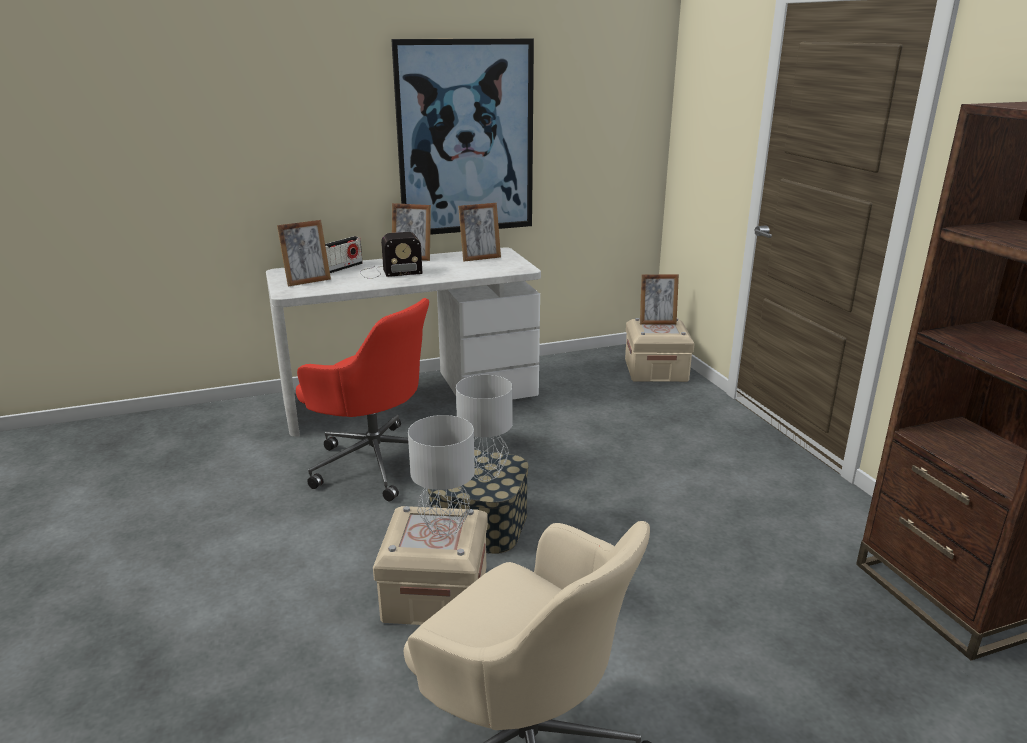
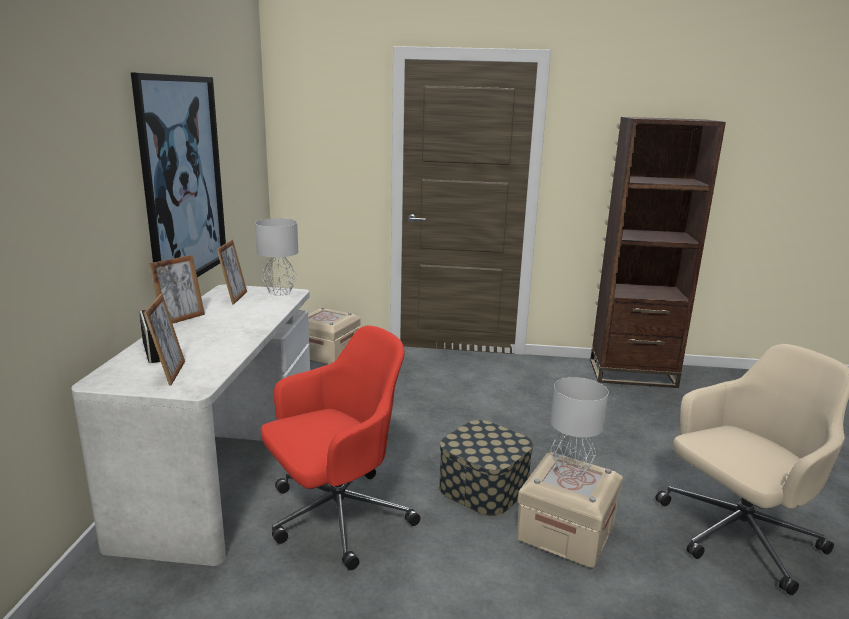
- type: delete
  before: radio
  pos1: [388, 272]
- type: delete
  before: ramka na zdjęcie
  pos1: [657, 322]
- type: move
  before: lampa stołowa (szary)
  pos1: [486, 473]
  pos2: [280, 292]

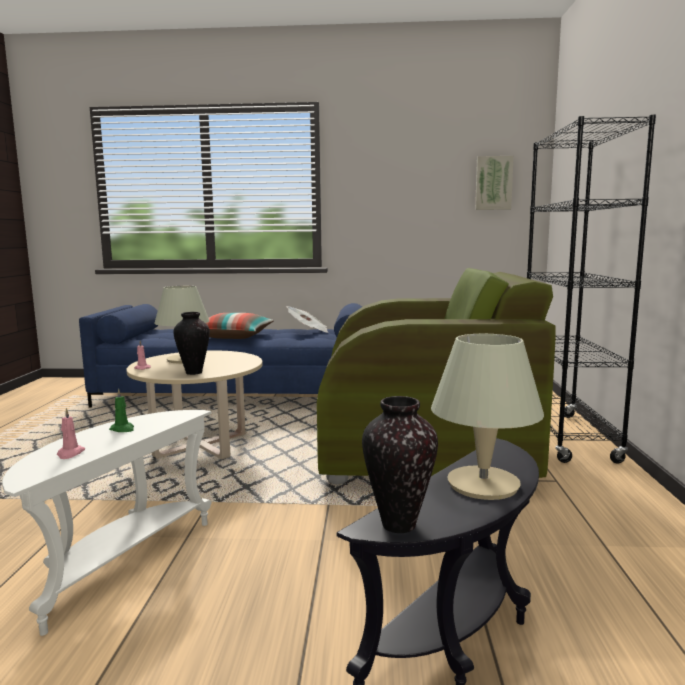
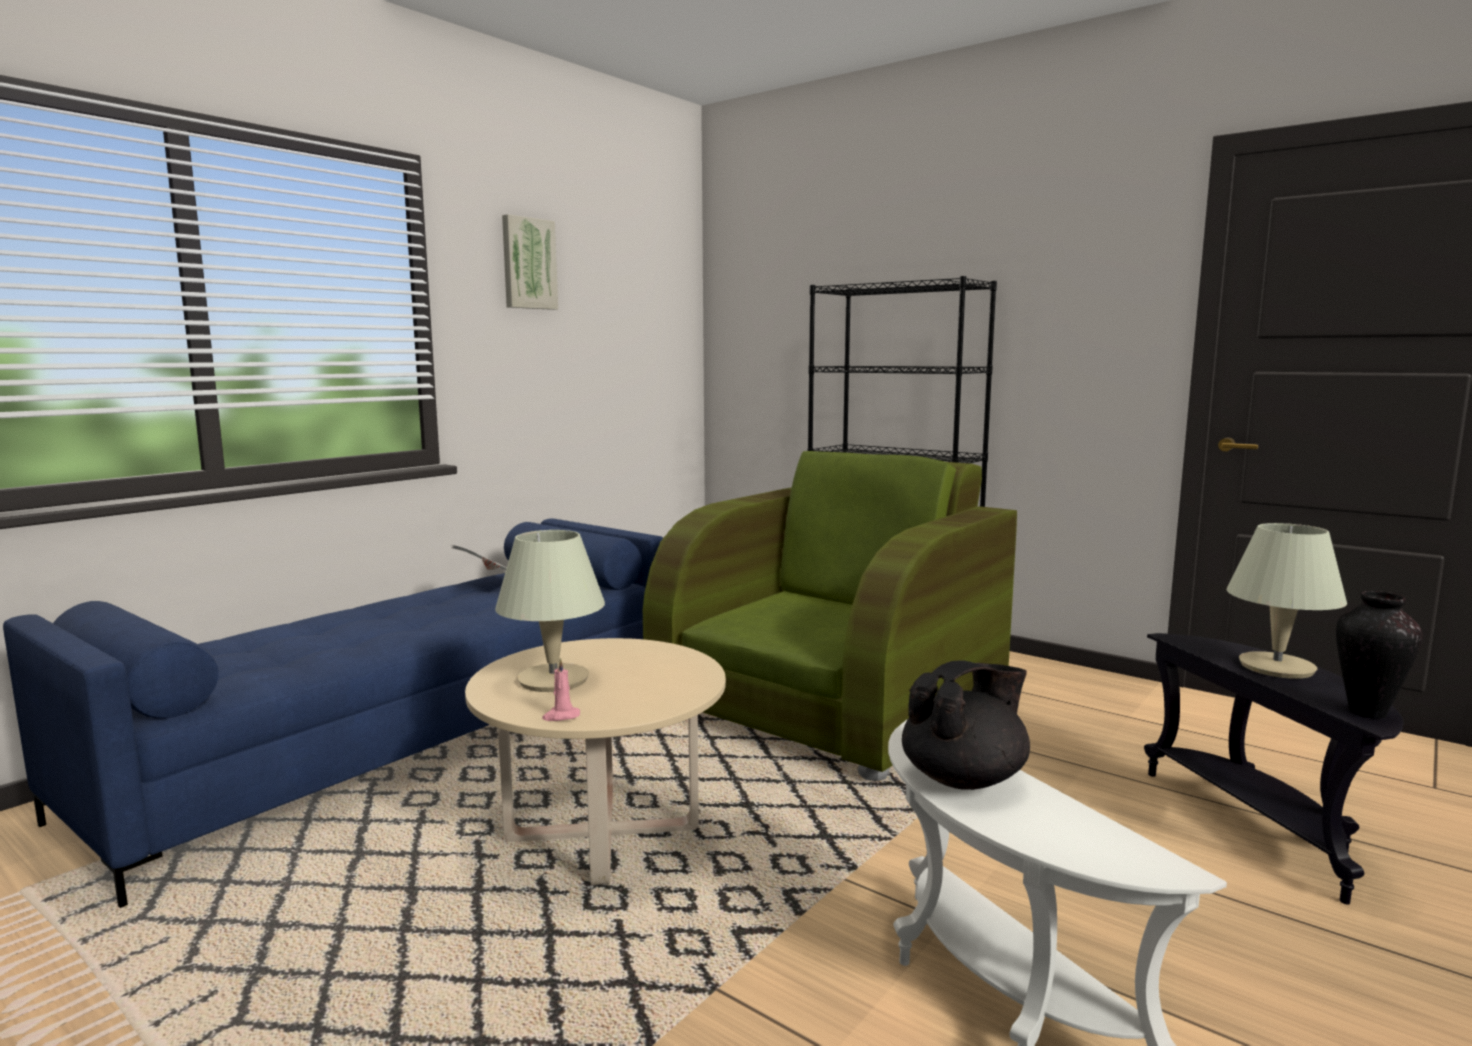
- type: move
  before: obraz
  pos1: [493, 183]
  pos2: [528, 264]
- type: delete
  before: wazon
  pos1: [193, 373]
- type: delete
  before: poduszka
  pos1: [234, 337]
- type: replace
  before: świeca (zielony)
  after: imbryk (czarny)
  pos1: [122, 429]
  pos2: [965, 779]
- type: delete
  before: świeca (różowy)
  pos1: [70, 453]

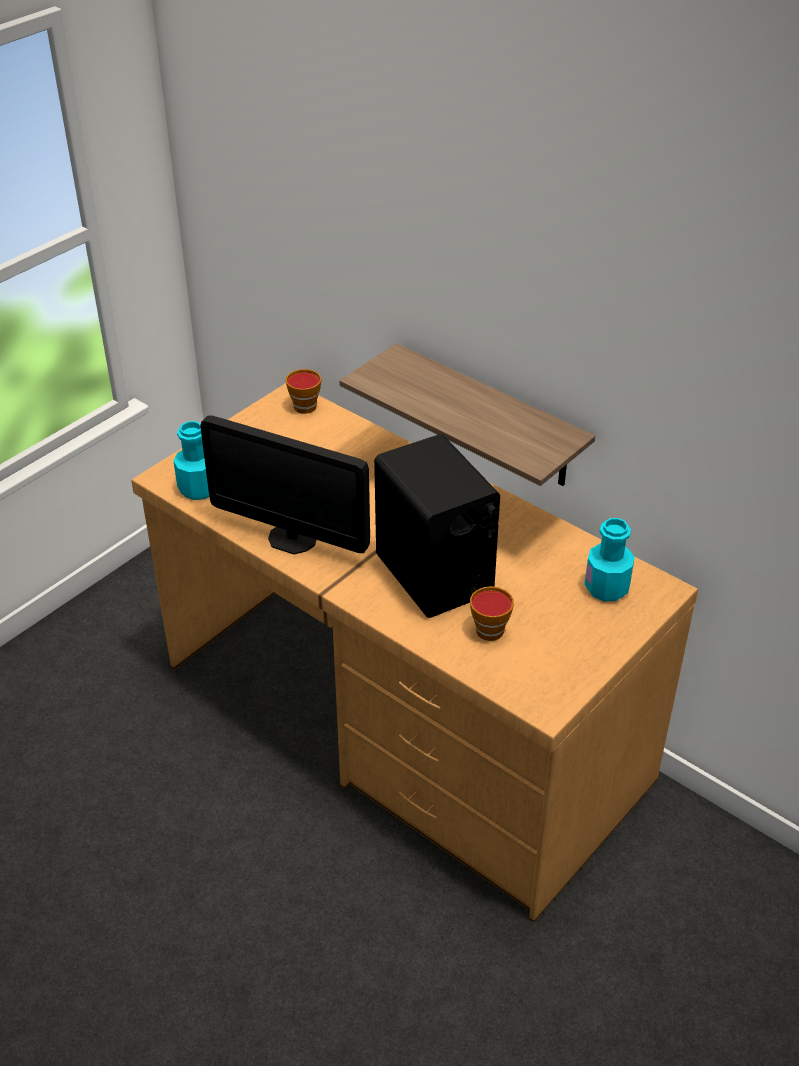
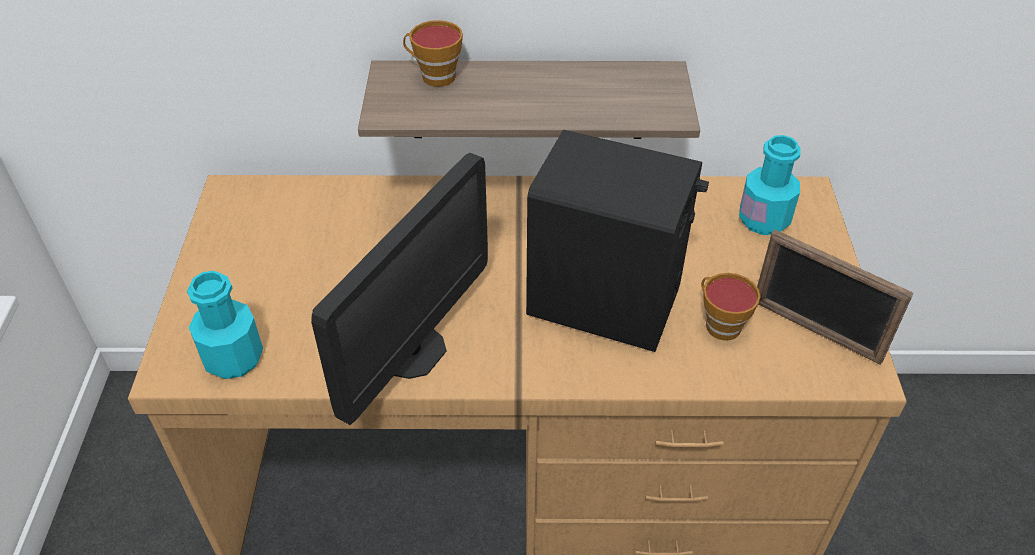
- type: move
  before: filiżanka
  pos1: [303, 405]
  pos2: [434, 76]
- type: rotate
  before: monitor
  pos1: [292, 538]
  pos2: [413, 352]
  turn: -45
- type: insert
  after: ramka na zdjęcie
  pos2: [815, 331]

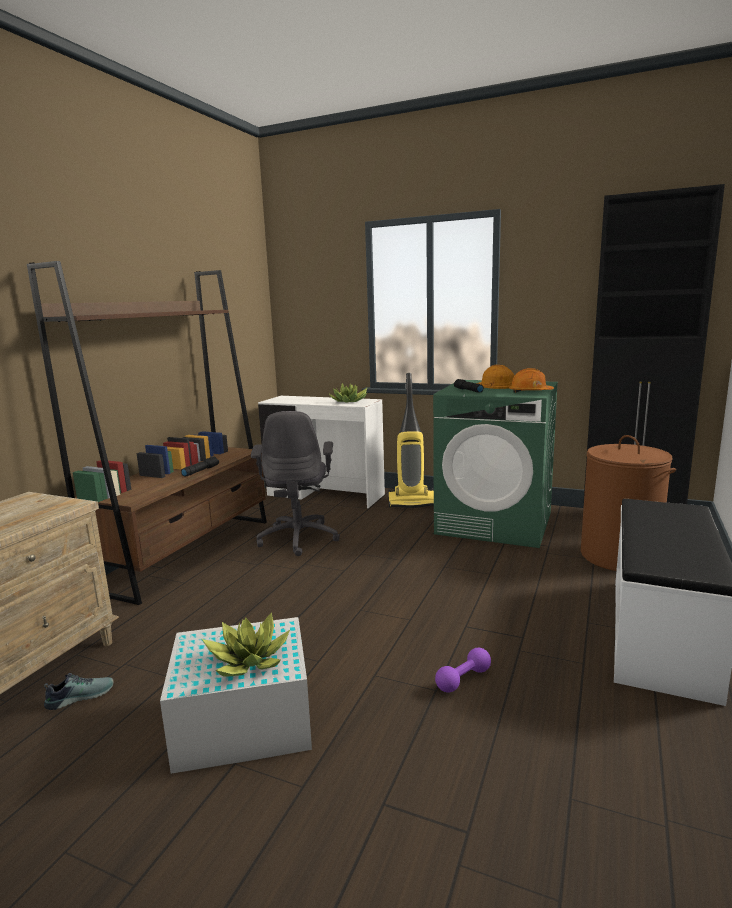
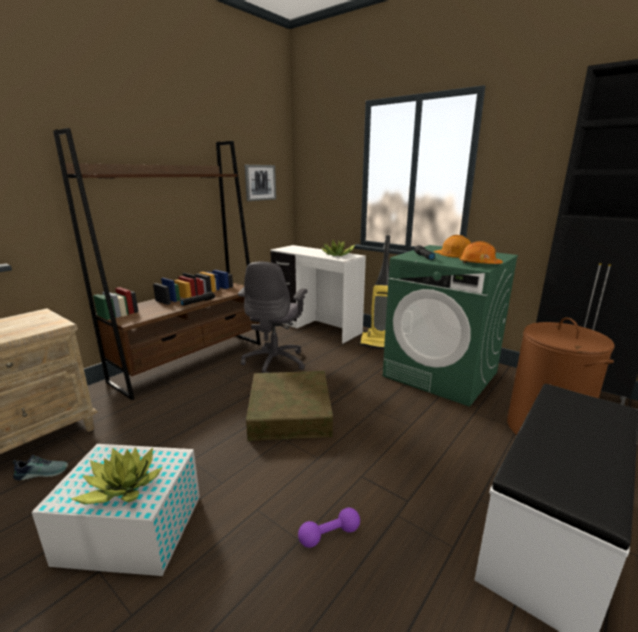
- type: insert
  after: obraz
  pos2: [260, 182]
- type: insert
  after: pojemnik do przechowywania (brązowy)
  pos2: [290, 411]

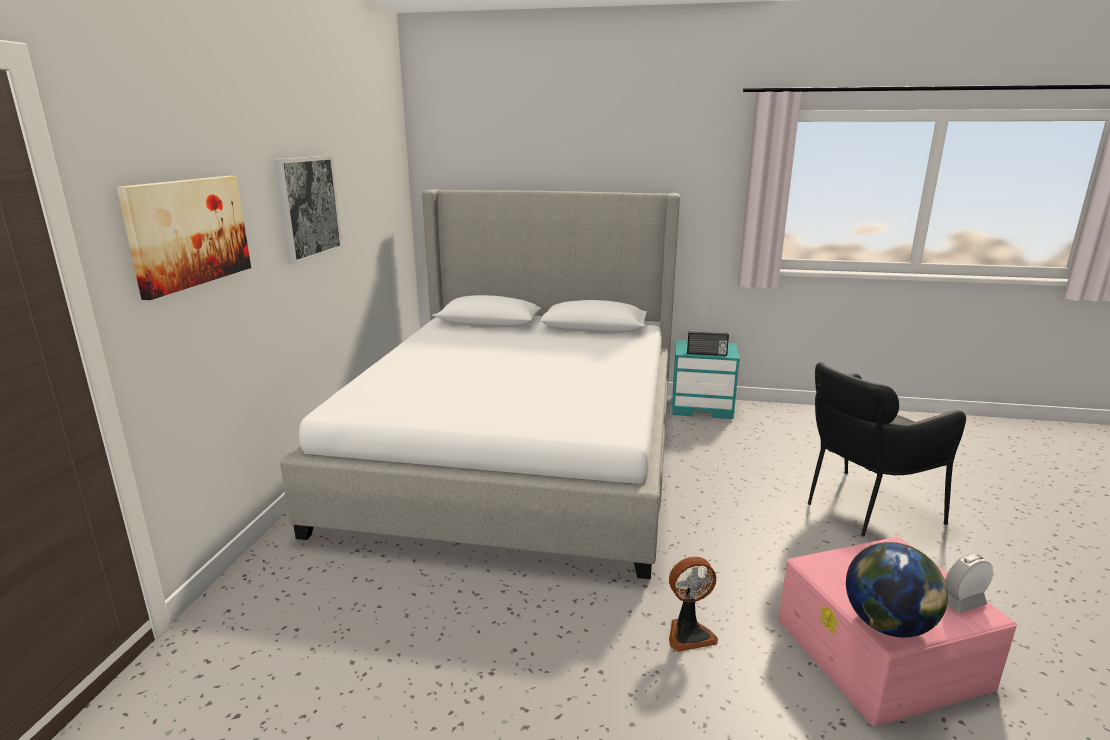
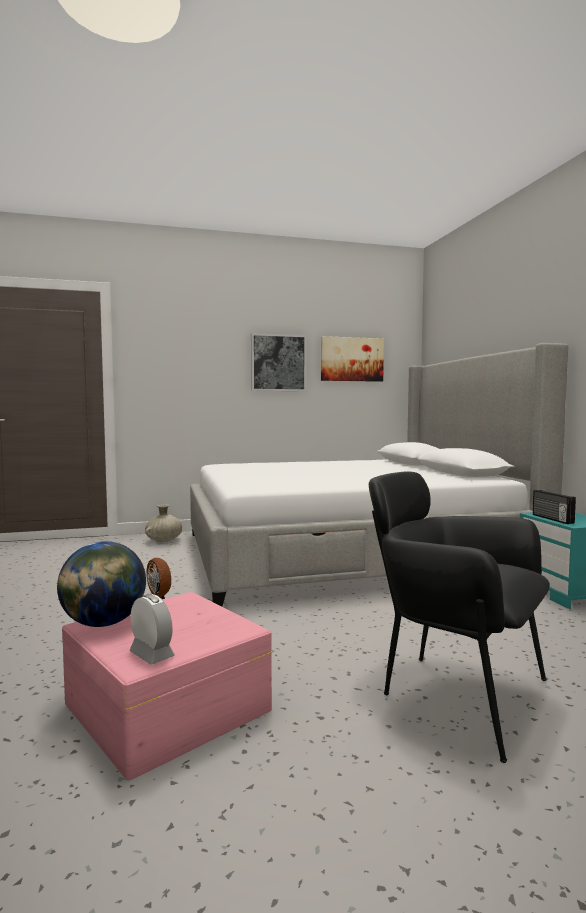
- type: move
  before: obraz
  pos1: [188, 232]
  pos2: [351, 359]
- type: insert
  after: wazon (beżowy)
  pos2: [164, 541]

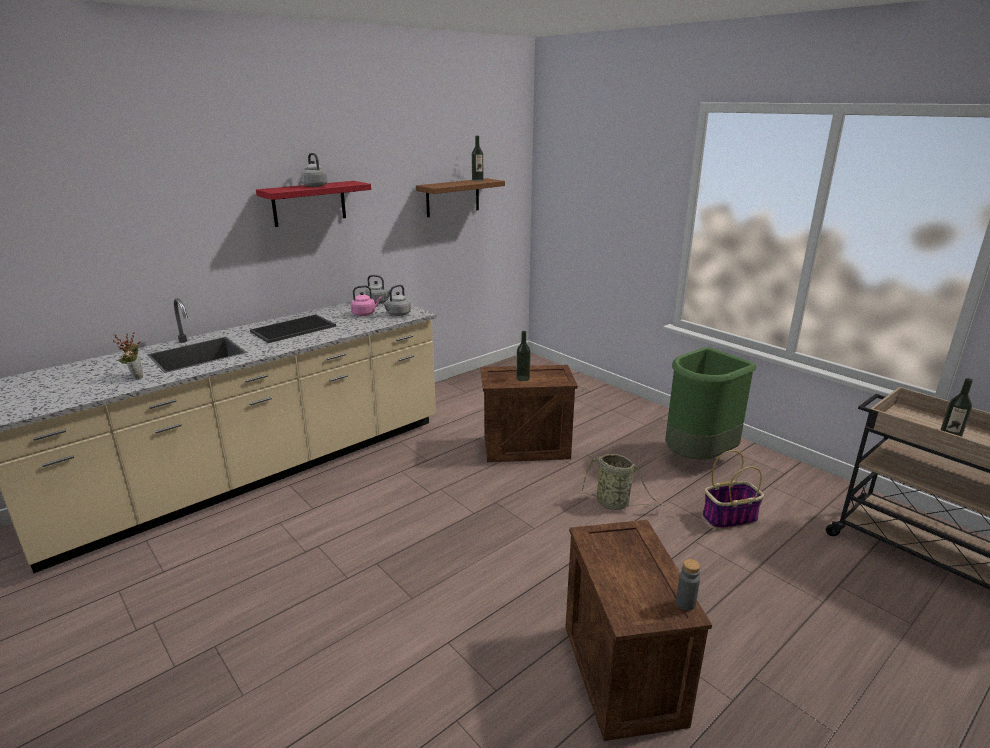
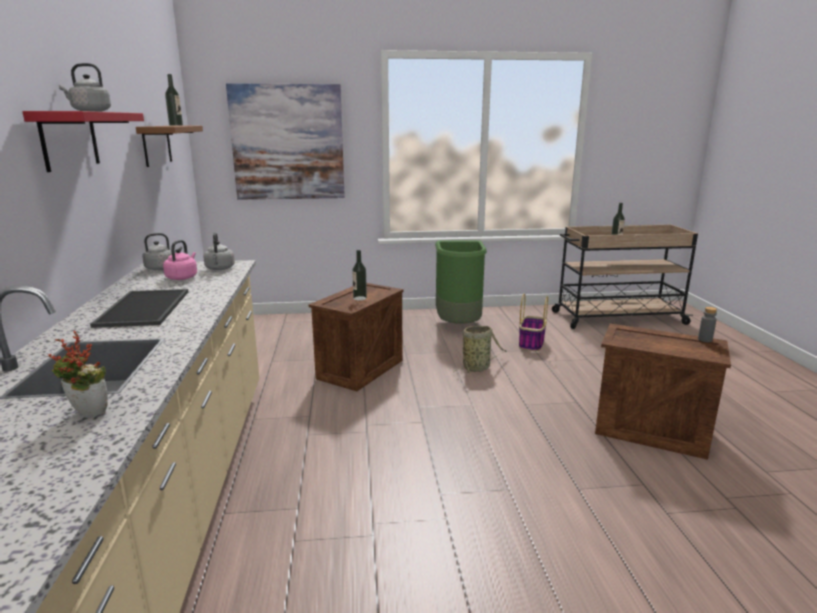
- type: insert
  after: obraz
  pos2: [288, 142]

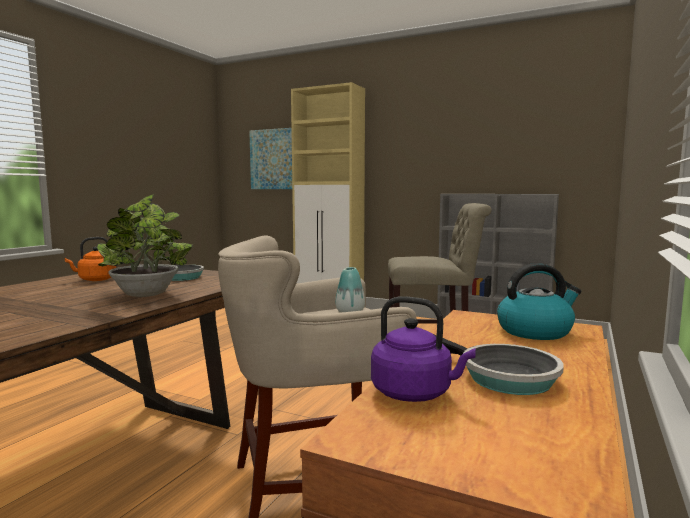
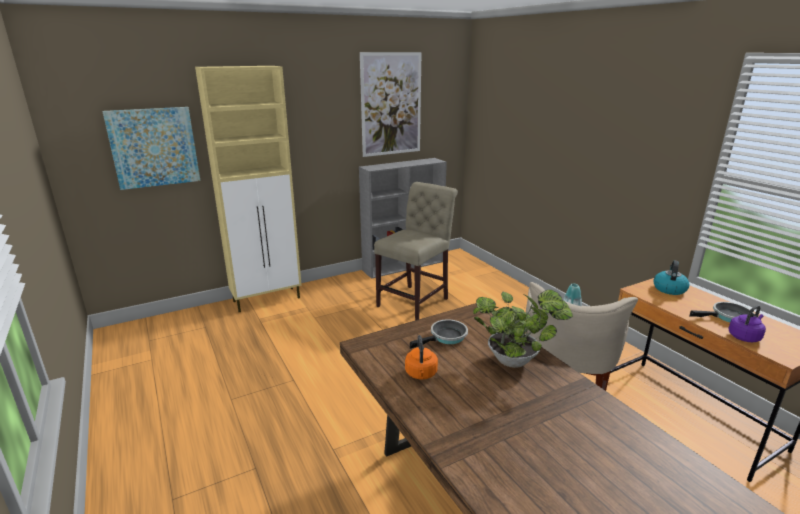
- type: insert
  after: obraz
  pos2: [391, 104]

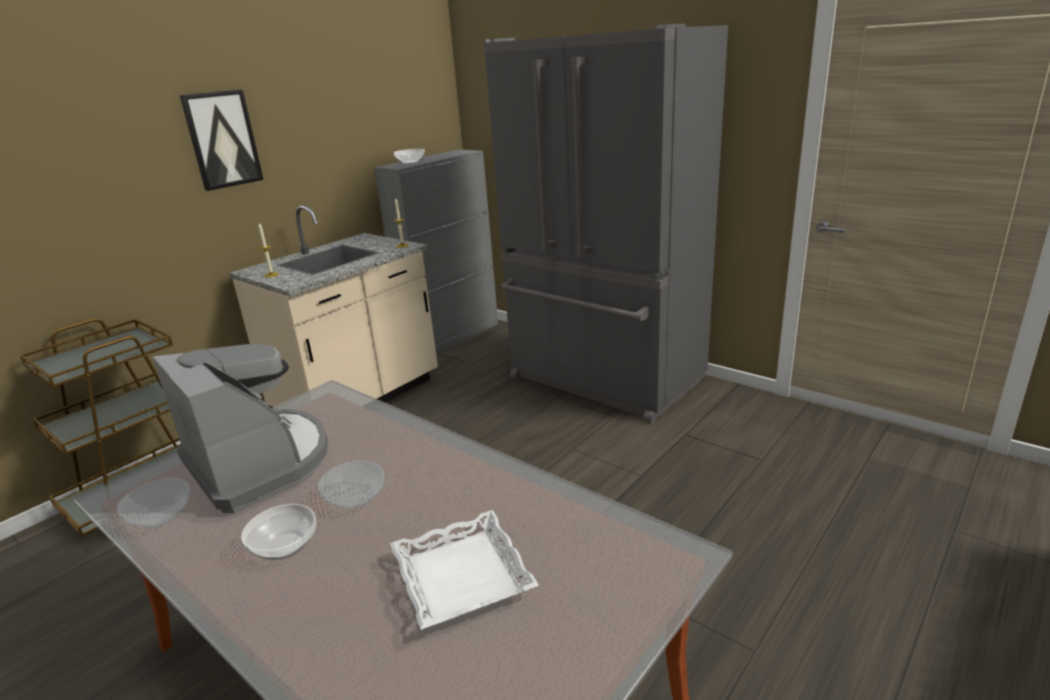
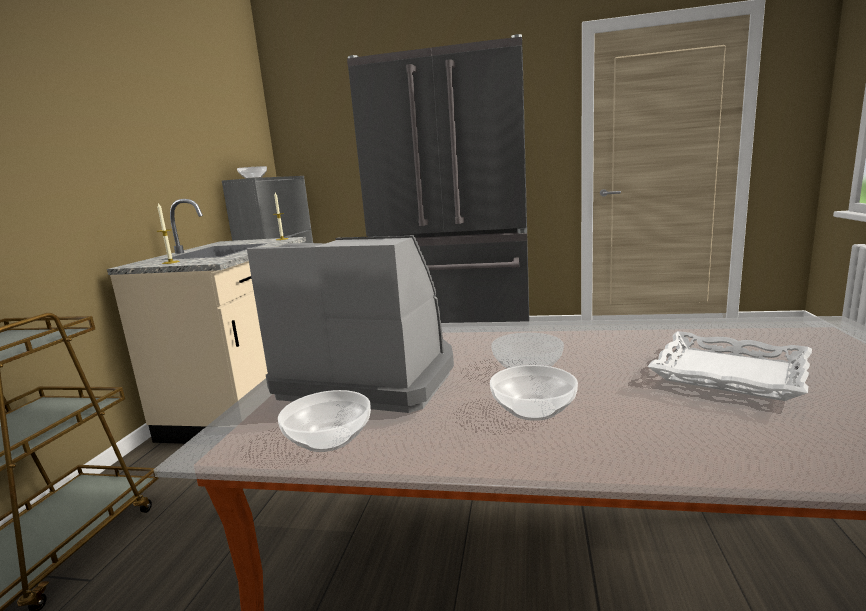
- type: delete
  before: obraz
  pos1: [222, 139]

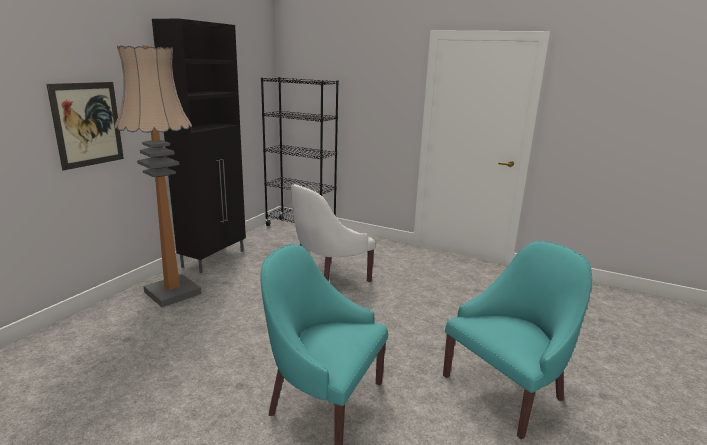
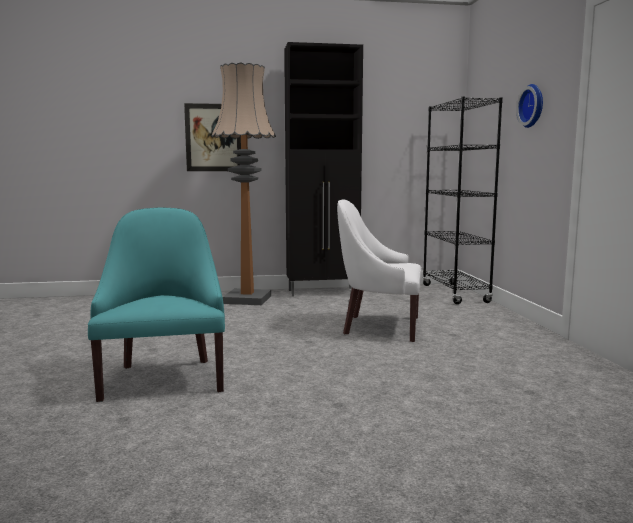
- type: delete
  before: fotel (turkusowy)
  pos1: [507, 390]
- type: insert
  after: zegar ścienny
  pos2: [533, 106]

